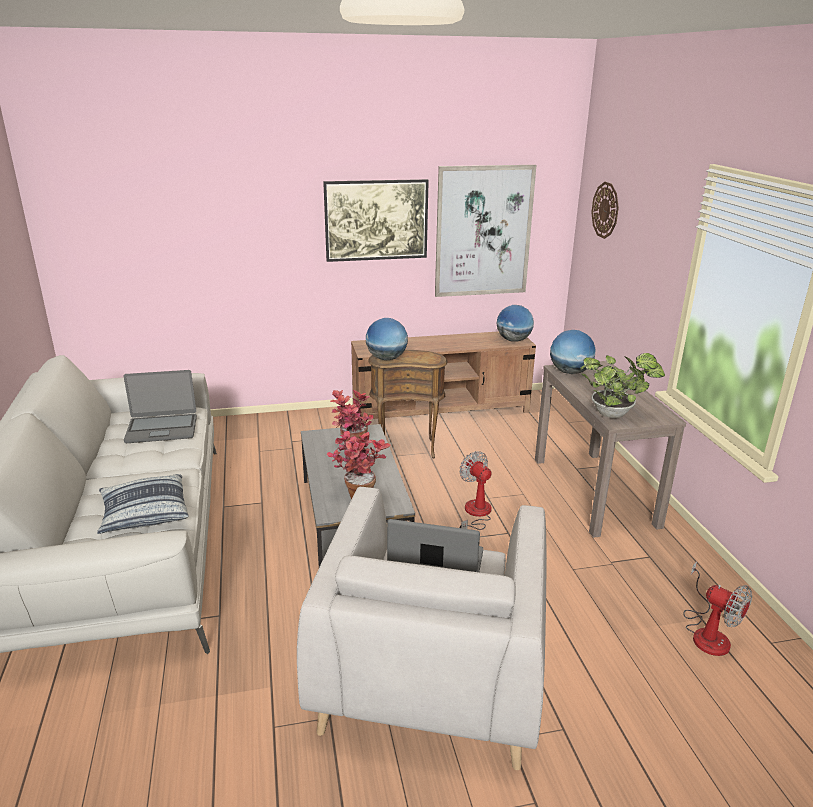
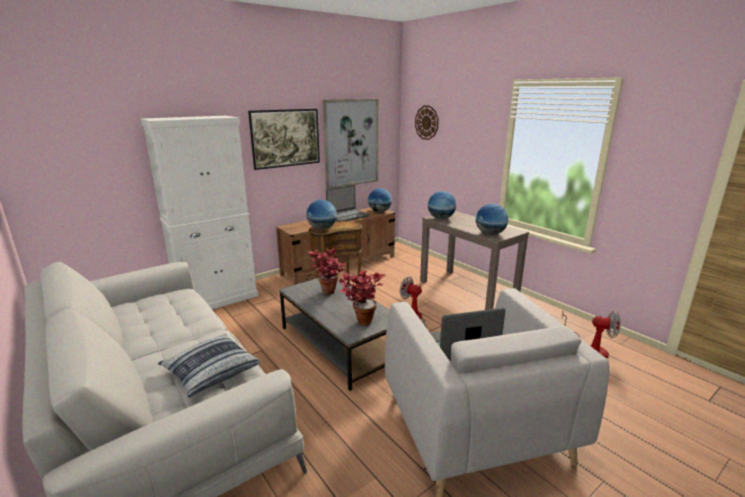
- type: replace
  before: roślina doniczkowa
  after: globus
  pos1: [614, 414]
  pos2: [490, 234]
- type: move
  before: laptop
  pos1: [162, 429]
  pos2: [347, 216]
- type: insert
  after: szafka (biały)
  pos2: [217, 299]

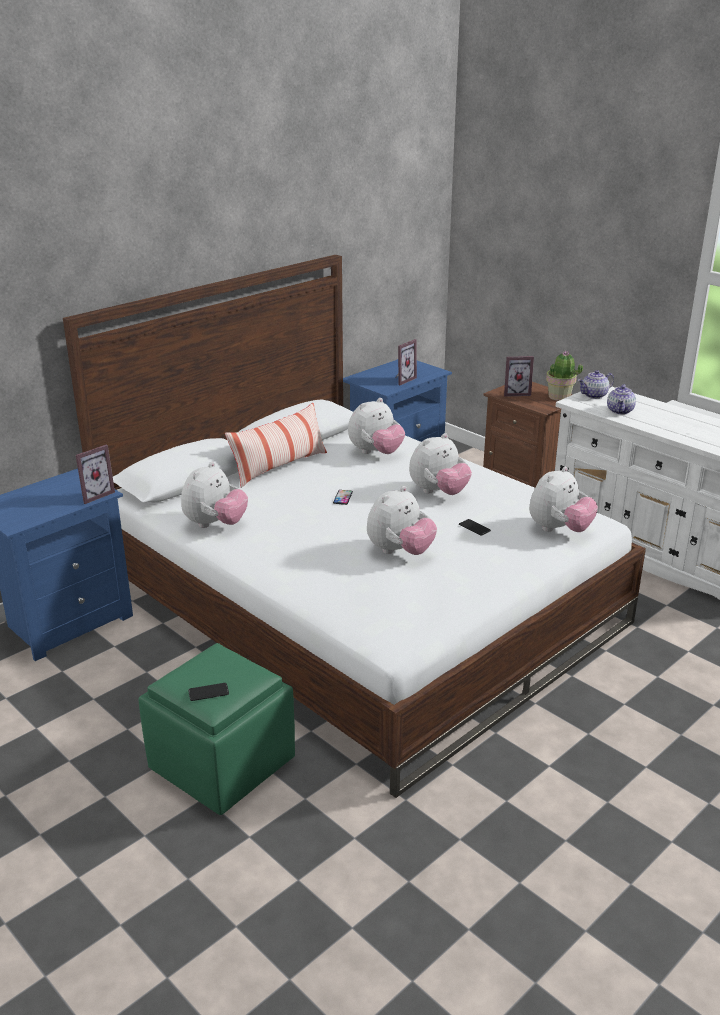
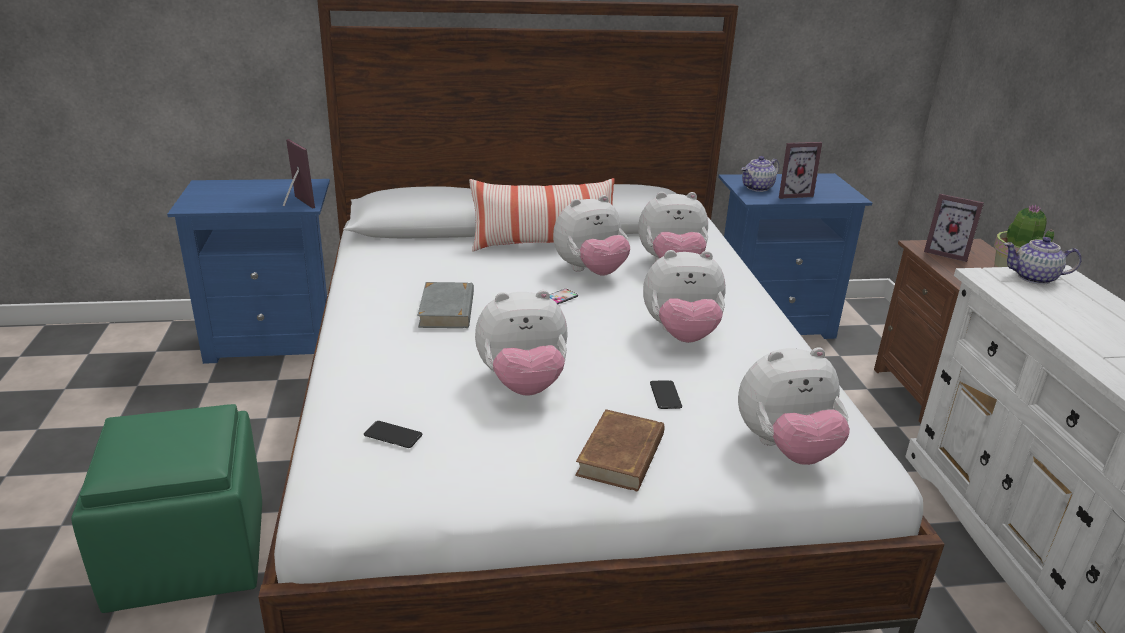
- type: move
  before: imbryk
  pos1: [620, 411]
  pos2: [757, 188]
- type: rotate
  before: ramka na zdjęcie
  pos1: [94, 495]
  pos2: [295, 204]
  turn: -120
- type: move
  before: pluszak
  pos1: [215, 524]
  pos2: [590, 272]
- type: move
  before: telefon
  pos1: [208, 692]
  pos2: [393, 435]
- type: insert
  after: książka (szary)
  pos2: [447, 310]
- type: insert
  after: książka (brązowy)
  pos2: [621, 455]

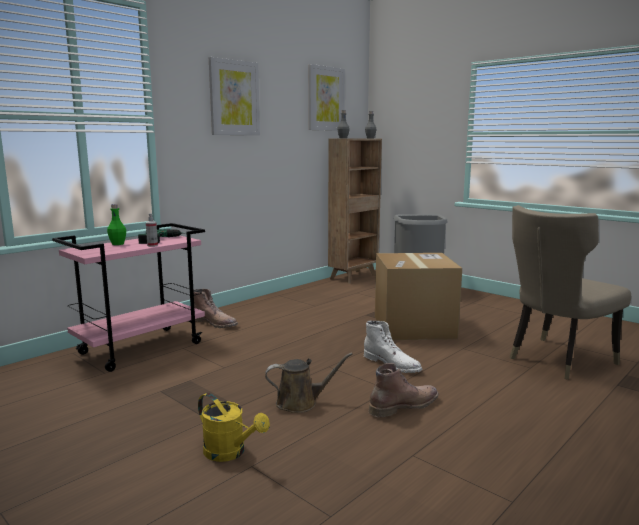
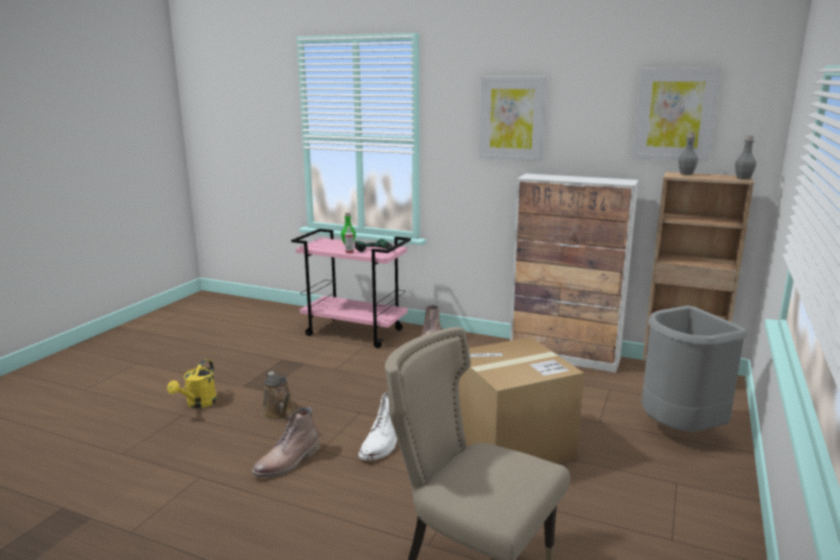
- type: rotate
  before: but z cholewką (brązowy)
  pos1: [403, 406]
  pos2: [288, 462]
  turn: 90
- type: insert
  after: szafka
  pos2: [564, 357]

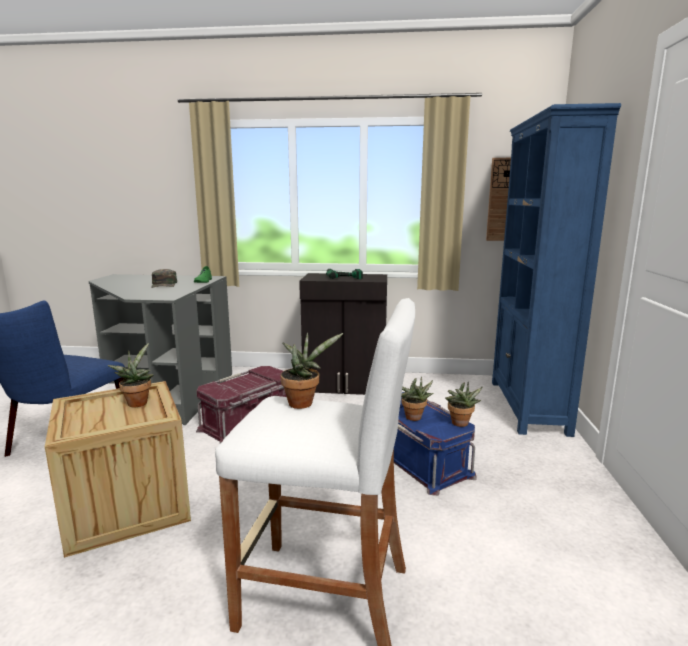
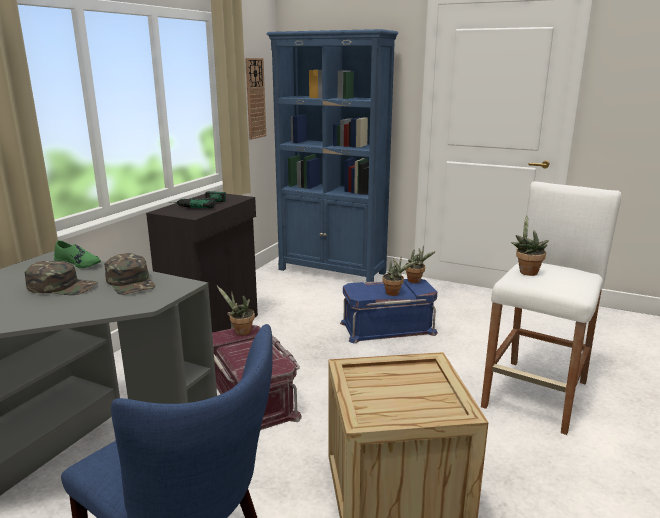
- type: move
  before: roślina doniczkowa
  pos1: [137, 402]
  pos2: [240, 332]
- type: insert
  after: czapka z daszkiem (zielony)
  pos2: [131, 282]

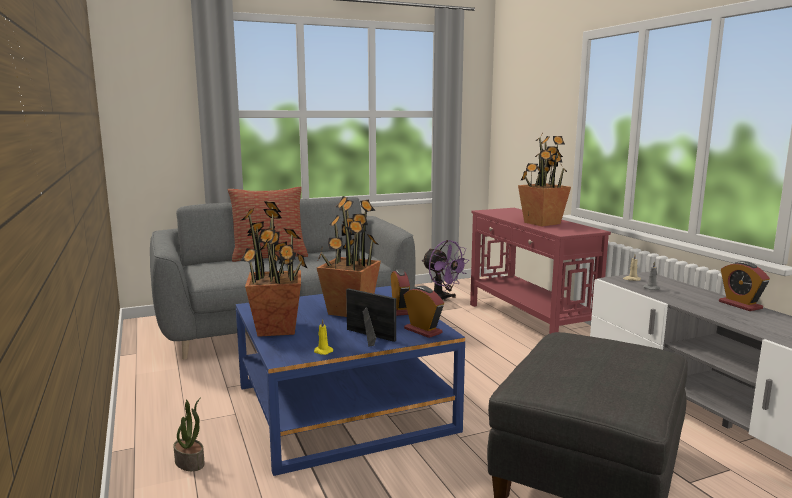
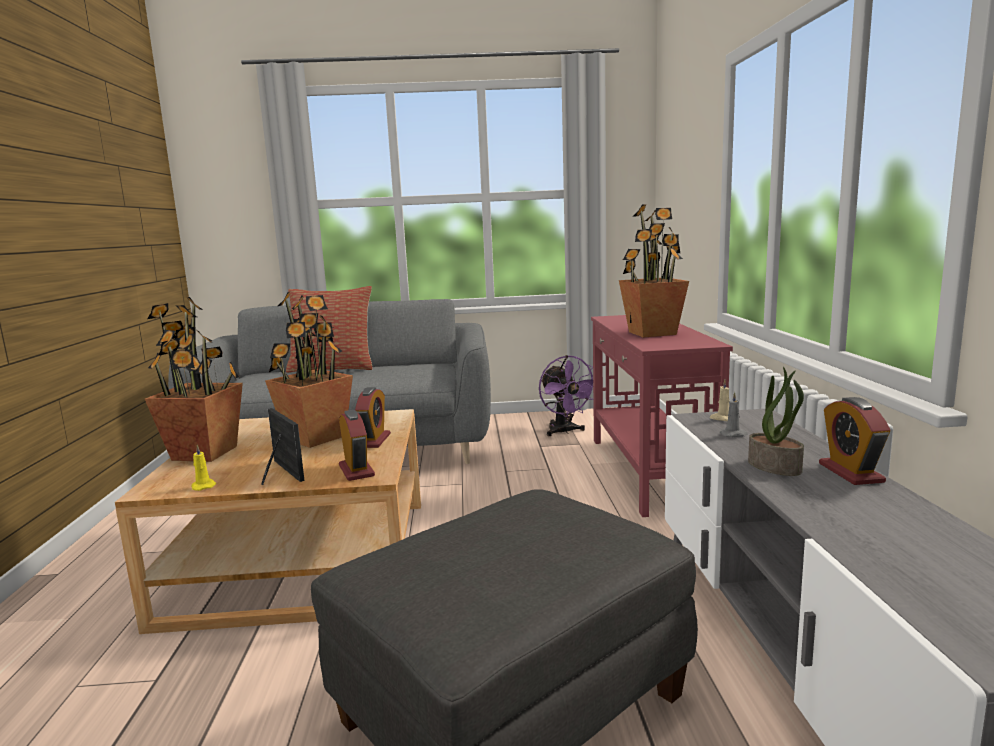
- type: recolor
  before: ława (niebieski)
  after: ława (beżowy)
  pos1: [343, 407]
  pos2: [304, 558]
- type: move
  before: roślina doniczkowa
  pos1: [190, 462]
  pos2: [775, 466]

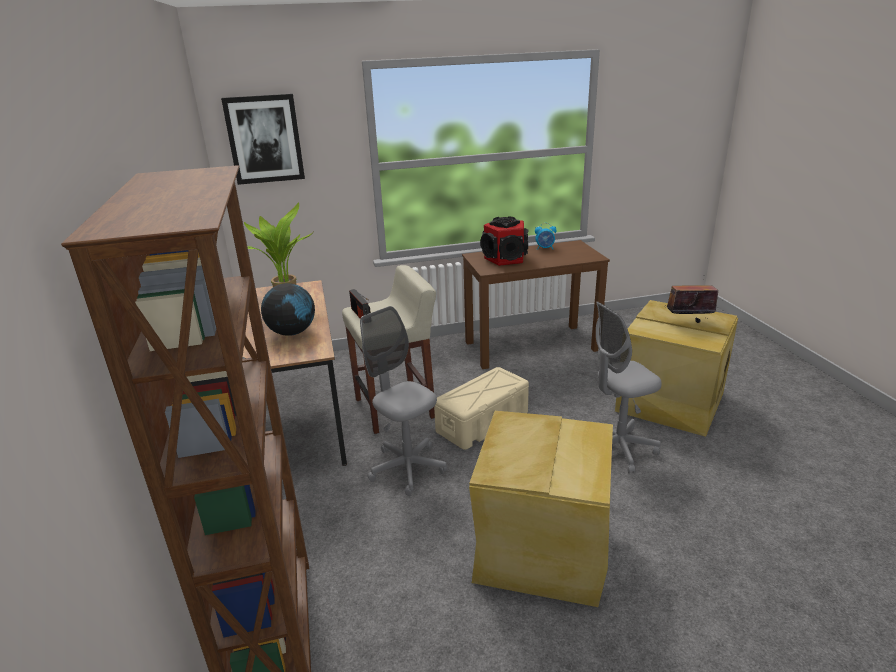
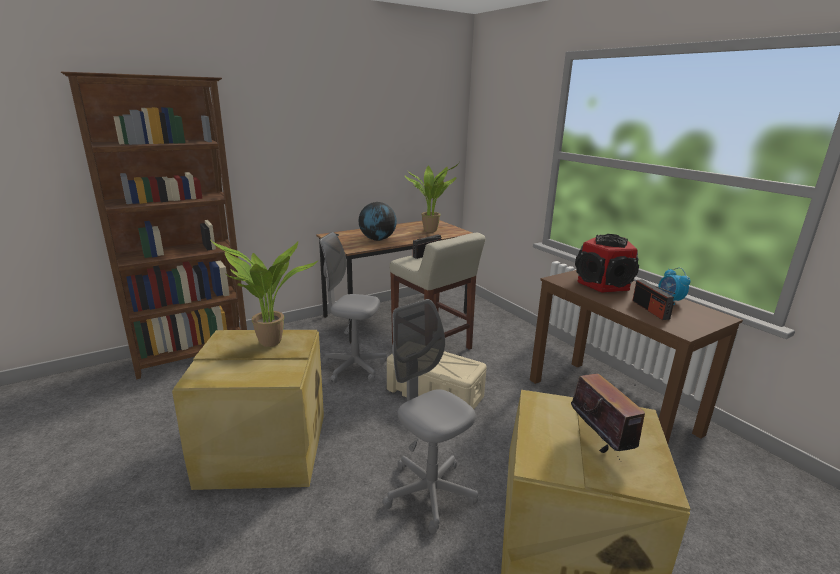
- type: delete
  before: obraz
  pos1: [264, 139]
- type: rotate
  before: krzesło biurowe (szary)
  pos1: [407, 468]
  pos2: [354, 367]
  turn: -105
- type: insert
  after: roślina doniczkowa
  pos2: [270, 345]
- type: insert
  after: radio
  pos2: [650, 309]

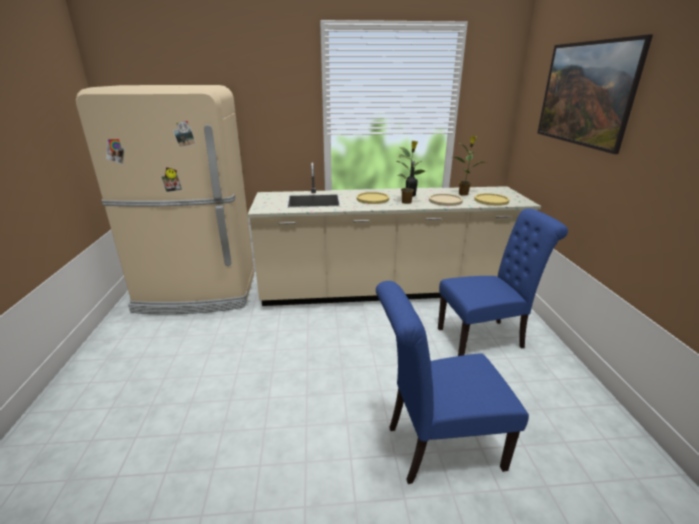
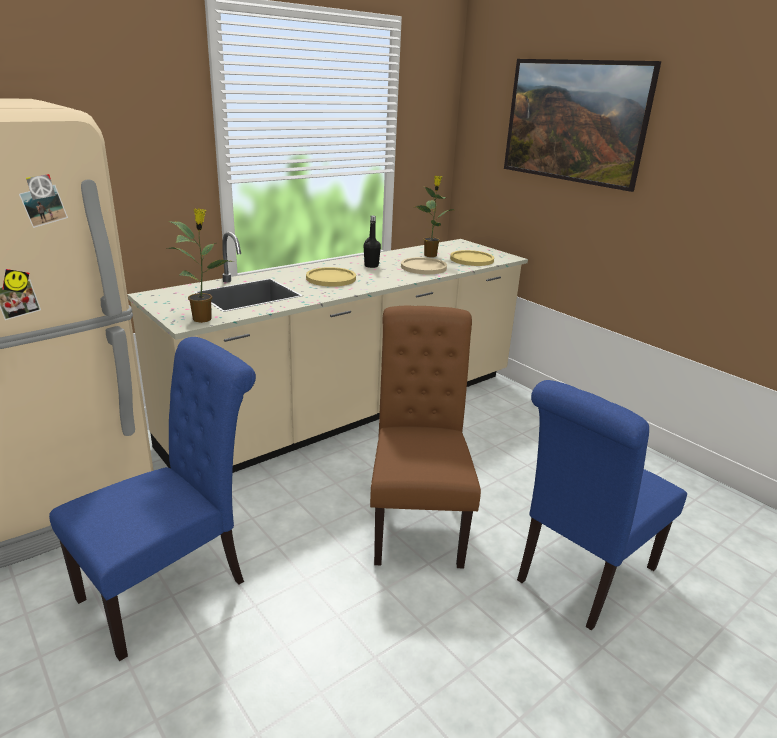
- type: move
  before: roślina doniczkowa
  pos1: [407, 202]
  pos2: [203, 319]
- type: move
  before: krzesło (niebieski)
  pos1: [485, 337]
  pos2: [173, 586]
- type: insert
  after: krzesło (brązowy)
  pos2: [416, 520]

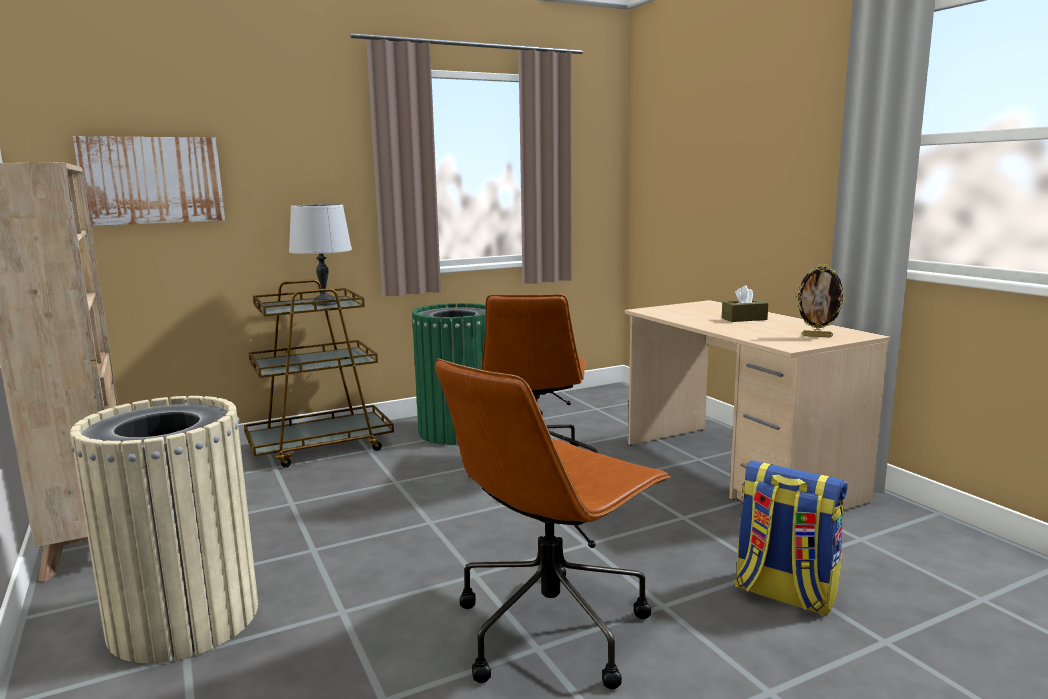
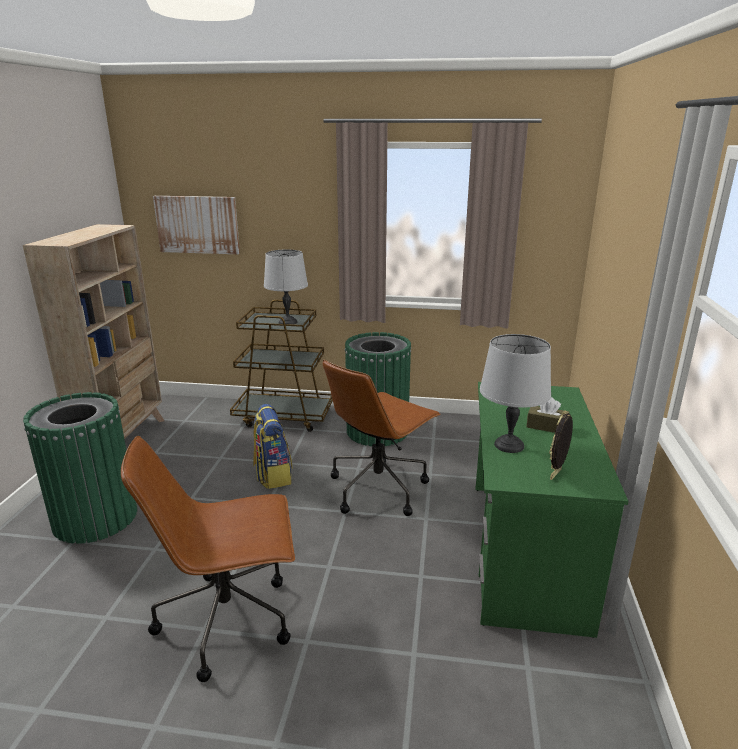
- type: rotate
  before: ramka na zdjęcie
  pos1: [817, 336]
  pos2: [556, 474]
  turn: 75
- type: recolor
  before: biurko (beżowy)
  after: biurko (zielony)
  pos1: [737, 471]
  pos2: [525, 551]
- type: recolor
  before: kosz na śmieci (beżowy)
  after: kosz na śmieci (zielony)
  pos1: [184, 619]
  pos2: [95, 517]
- type: move
  before: plecak
  pos1: [784, 594]
  pos2: [272, 475]
- type: insert
  after: lampa stołowa (szary)
  pos2: [509, 445]

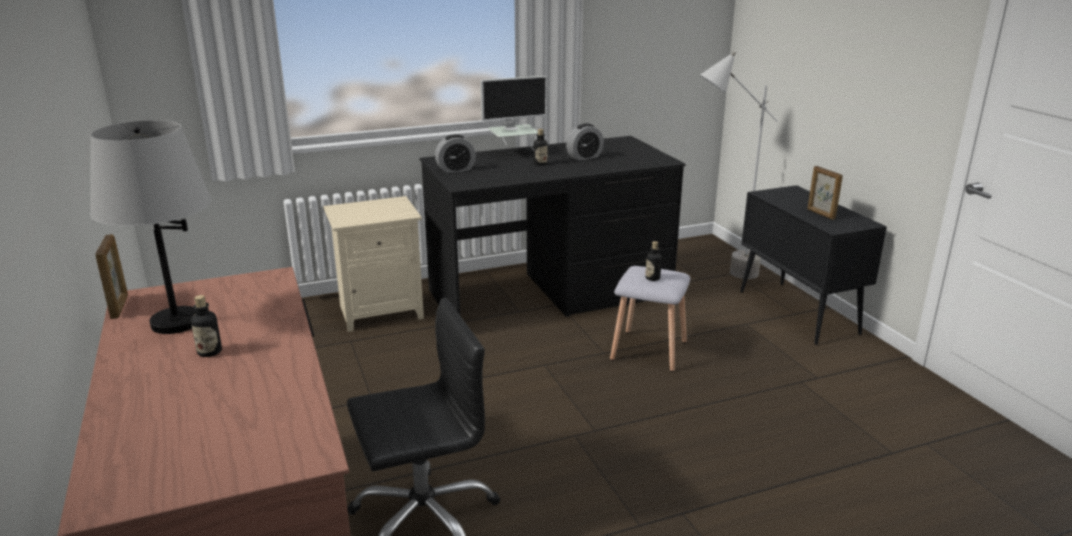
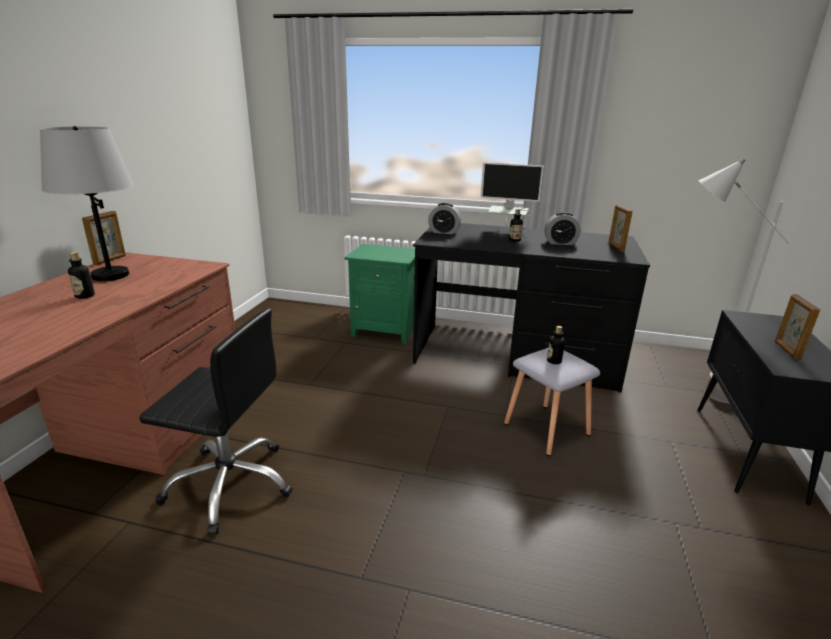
- type: recolor
  before: szafka nocna (beżowy)
  after: szafka nocna (zielony)
  pos1: [380, 311]
  pos2: [385, 330]
- type: insert
  after: ramka na zdjęcie
  pos2: [616, 247]

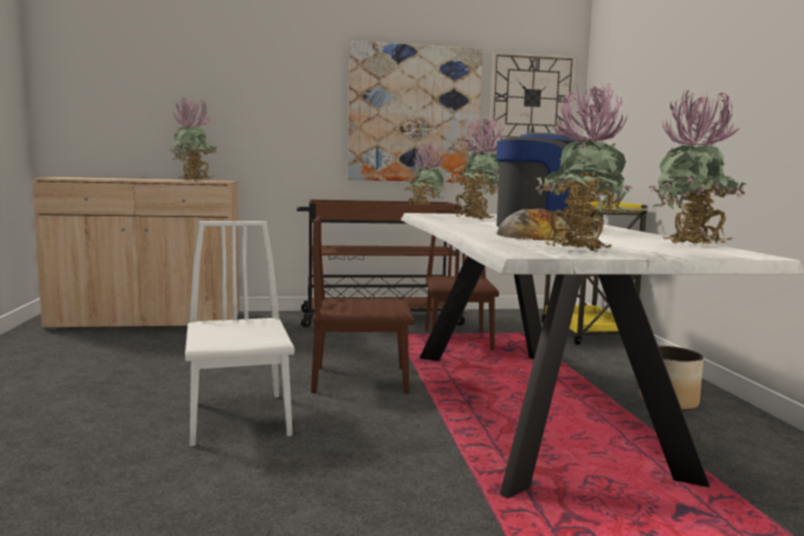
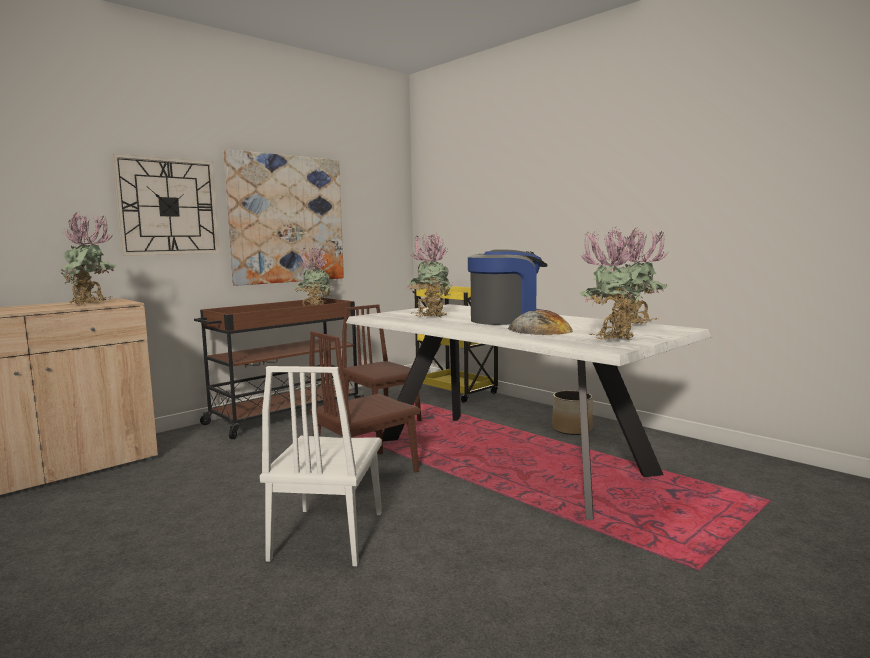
- type: move
  before: zegar ścienny
  pos1: [531, 98]
  pos2: [168, 207]
- type: rotate
  before: krzesło (biały)
  pos1: [239, 418]
  pos2: [328, 535]
  turn: -120

